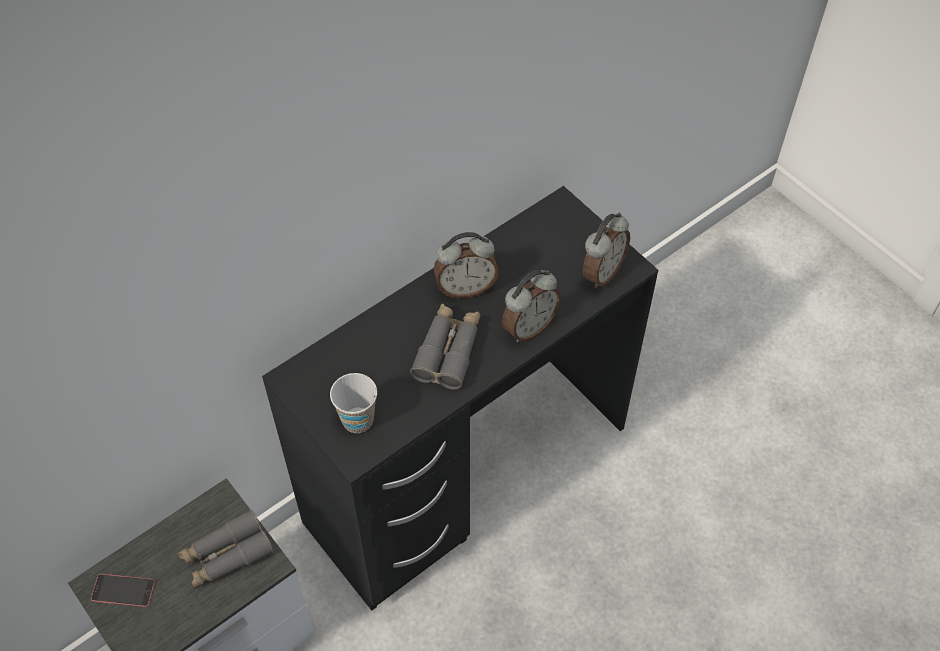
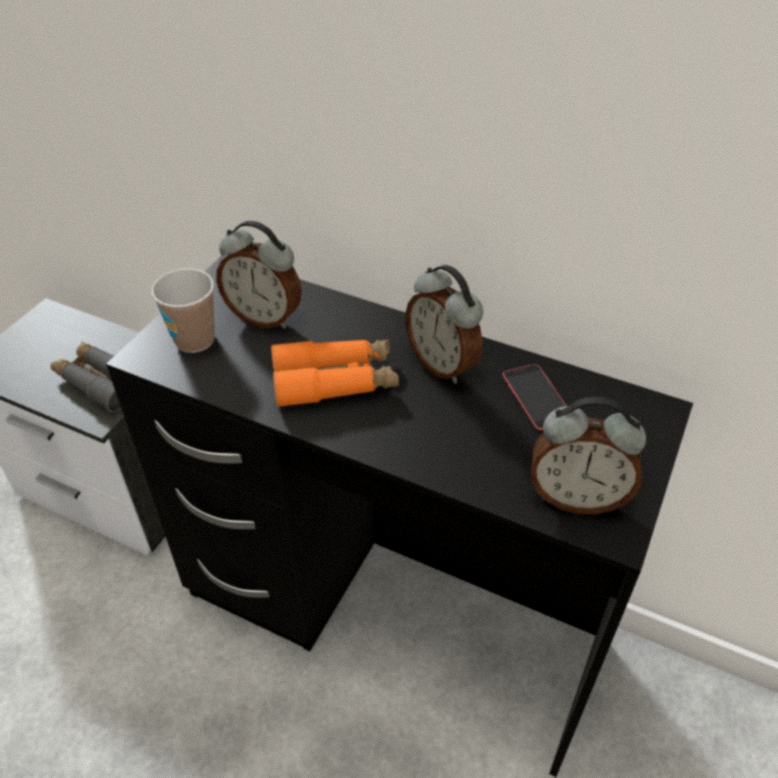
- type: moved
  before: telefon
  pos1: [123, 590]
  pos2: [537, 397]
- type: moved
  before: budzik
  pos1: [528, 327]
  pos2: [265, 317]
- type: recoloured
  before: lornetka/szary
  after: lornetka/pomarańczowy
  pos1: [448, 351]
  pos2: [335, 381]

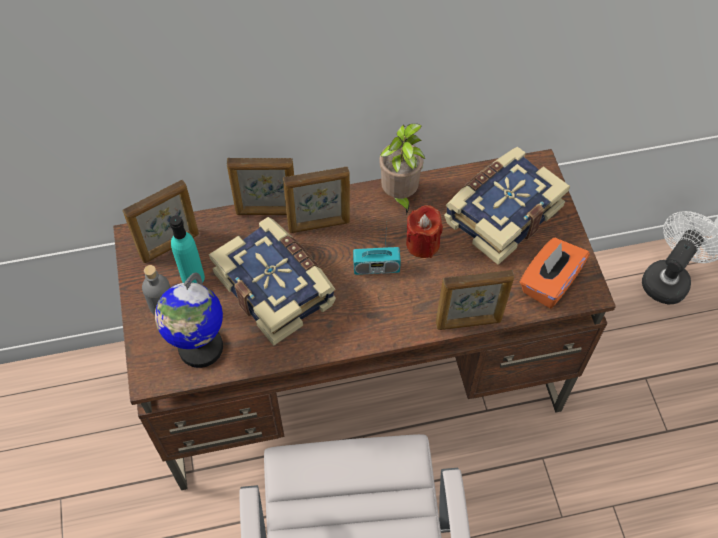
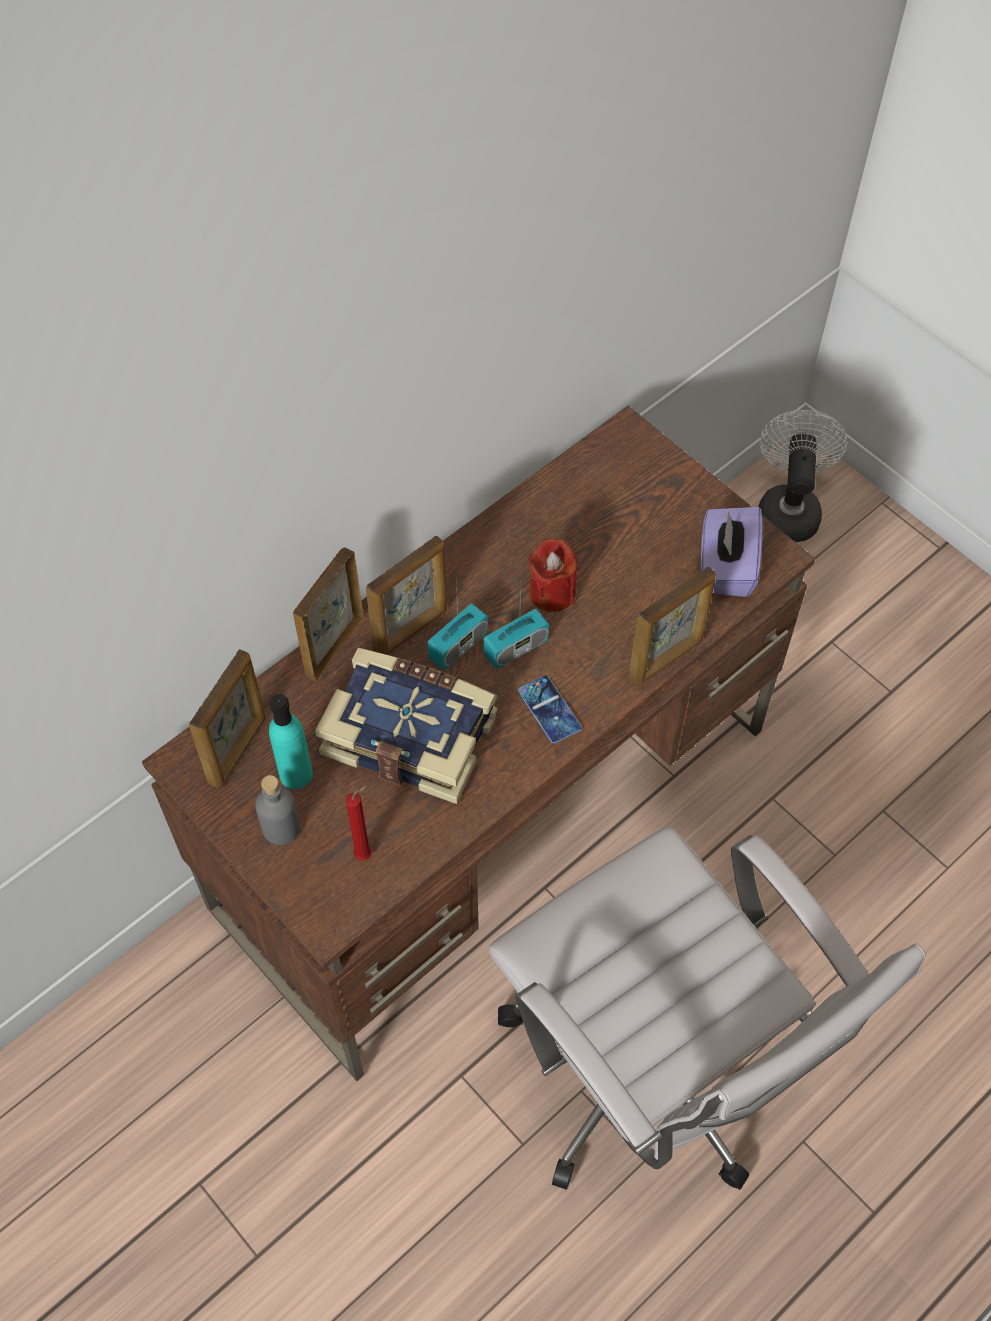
- type: removed
  before: roślina doniczkowa
  pos1: [399, 195]
- type: removed
  before: książka
  pos1: [501, 213]
- type: added
  after: radio
  pos2: [458, 646]
- type: added
  after: telefon
  pos2: [549, 709]
- type: replaced
  before: globus
  after: świeca/czerwony
  pos1: [200, 348]
  pos2: [366, 854]
- type: recoloured
  before: pudełko chusteczek/pomarańczowy
  after: pudełko chusteczek/fioletowy
  pos1: [549, 282]
  pos2: [726, 567]
- type: turned
  before: ramka na zdjęcie
  pos1: [266, 212]
  pos2: [333, 646]
  turn: 150

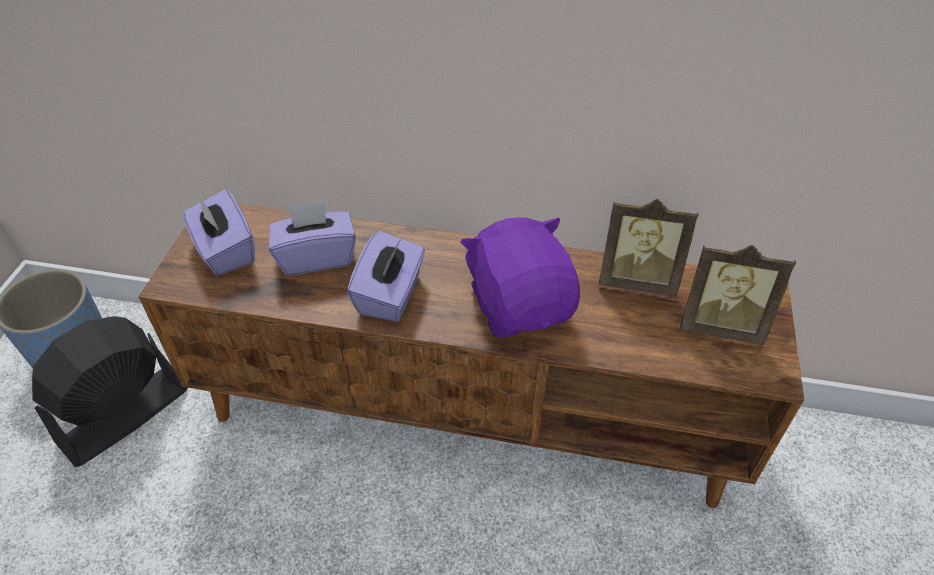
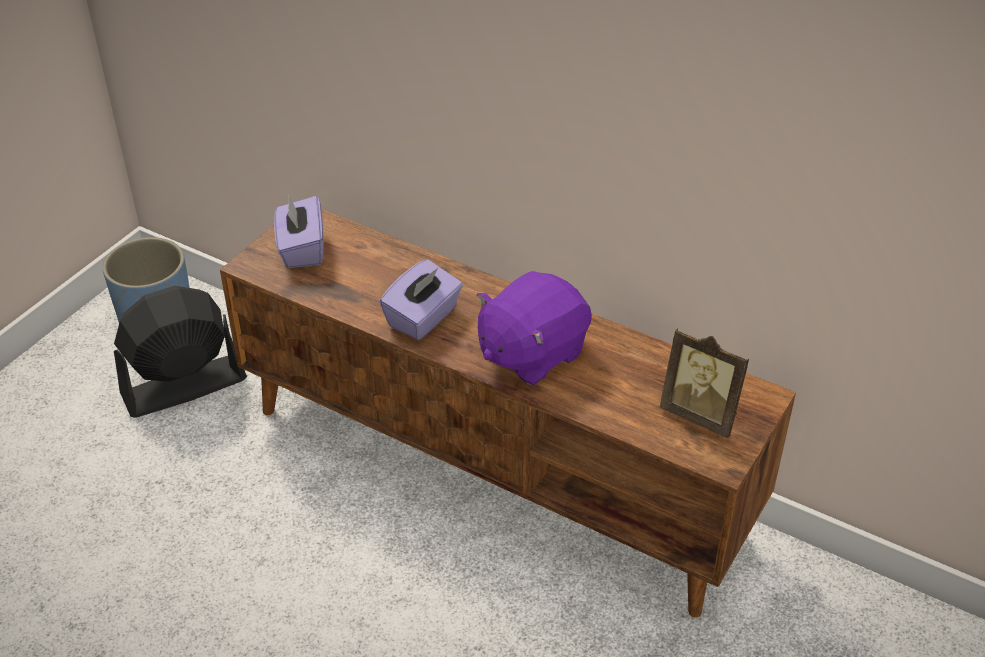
- type: removed
  before: pudełko chusteczek/fioletowy
  pos1: [316, 257]
- type: removed
  before: ramka na zdjęcie
  pos1: [637, 280]
- type: turned
  before: pluszak/fioletowy
  pos1: [520, 305]
  pos2: [531, 353]
  turn: -135

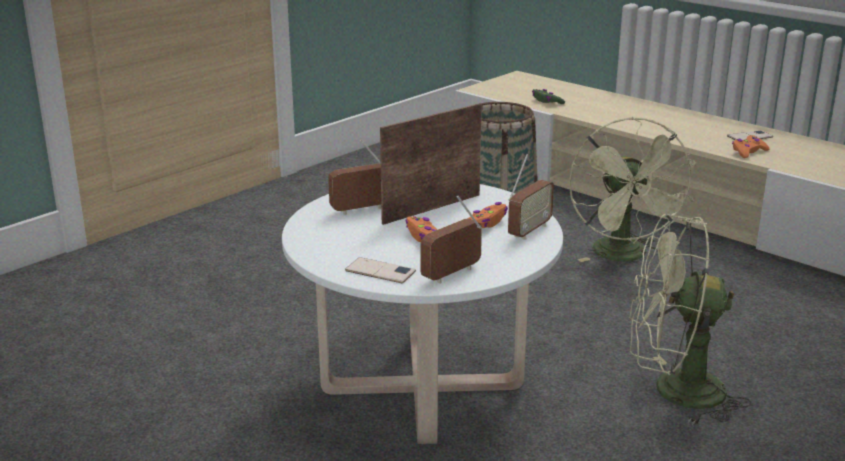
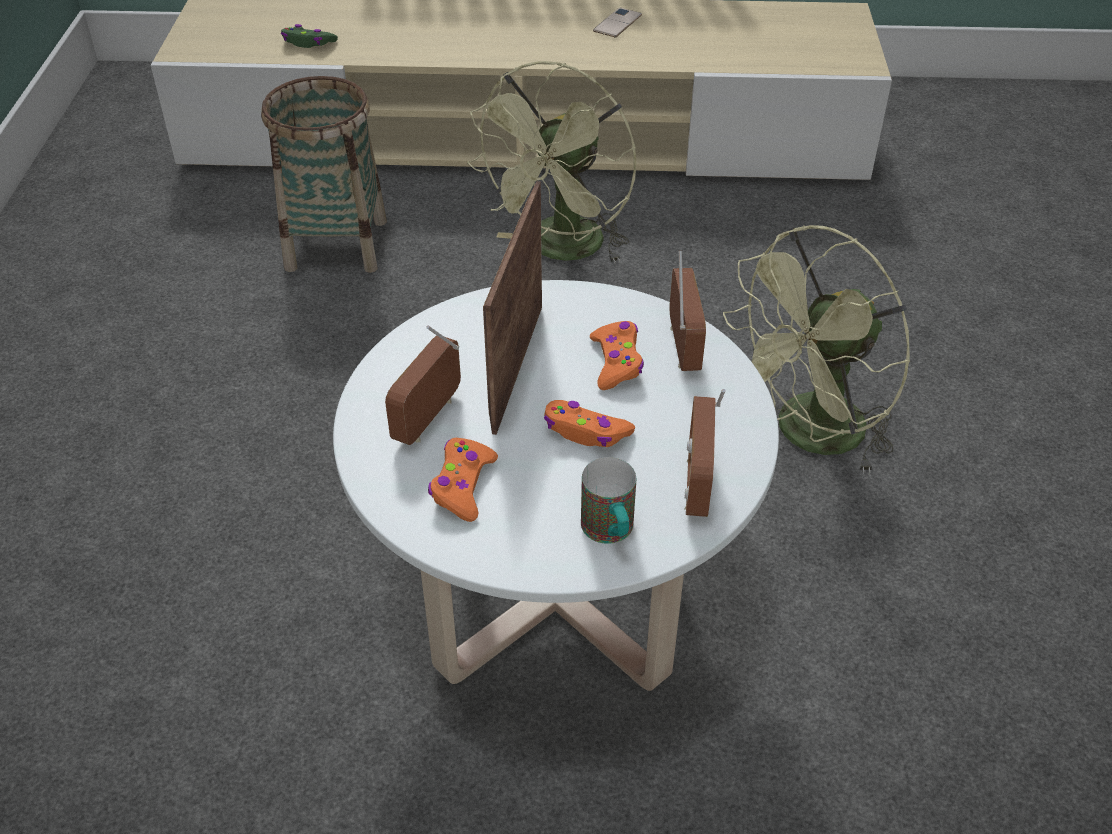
- type: moved
  before: pad do gier/pomarańczowy
  pos1: [748, 152]
  pos2: [462, 486]
- type: replaced
  before: telefon
  after: kubek
  pos1: [380, 271]
  pos2: [610, 533]
- type: turned
  before: wentylator/zielony
  pos1: [625, 256]
  pos2: [561, 250]
  turn: 75

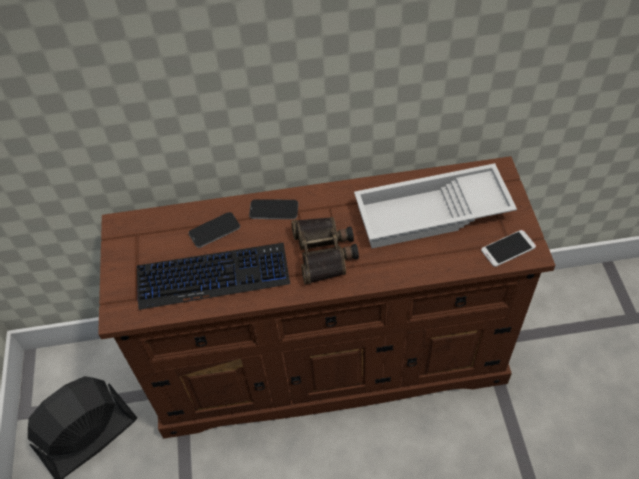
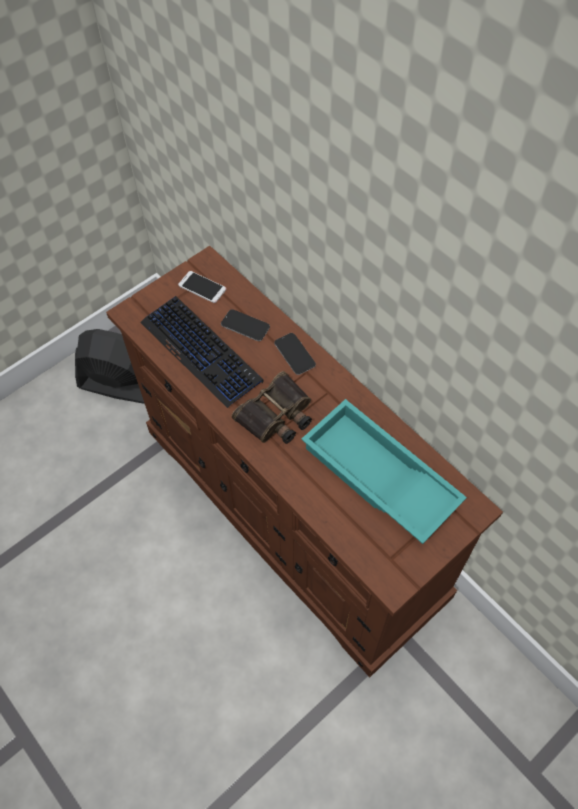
- type: moved
  before: telefon
  pos1: [508, 248]
  pos2: [202, 287]
- type: recoloured
  before: taca/biały
  after: taca/turkusowy
  pos1: [431, 214]
  pos2: [377, 477]

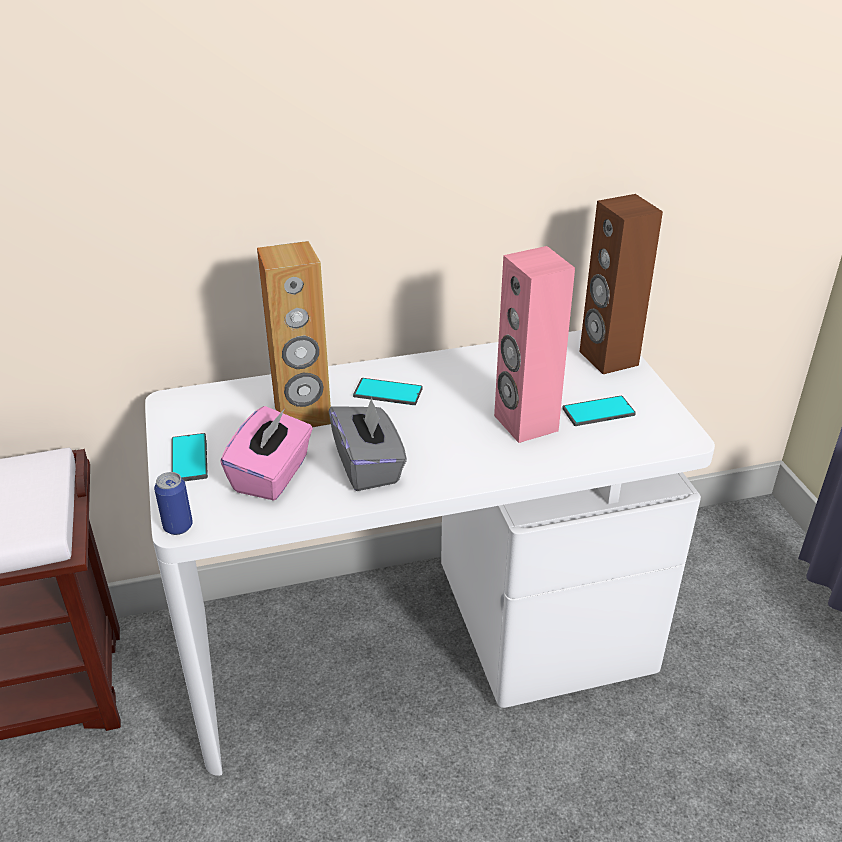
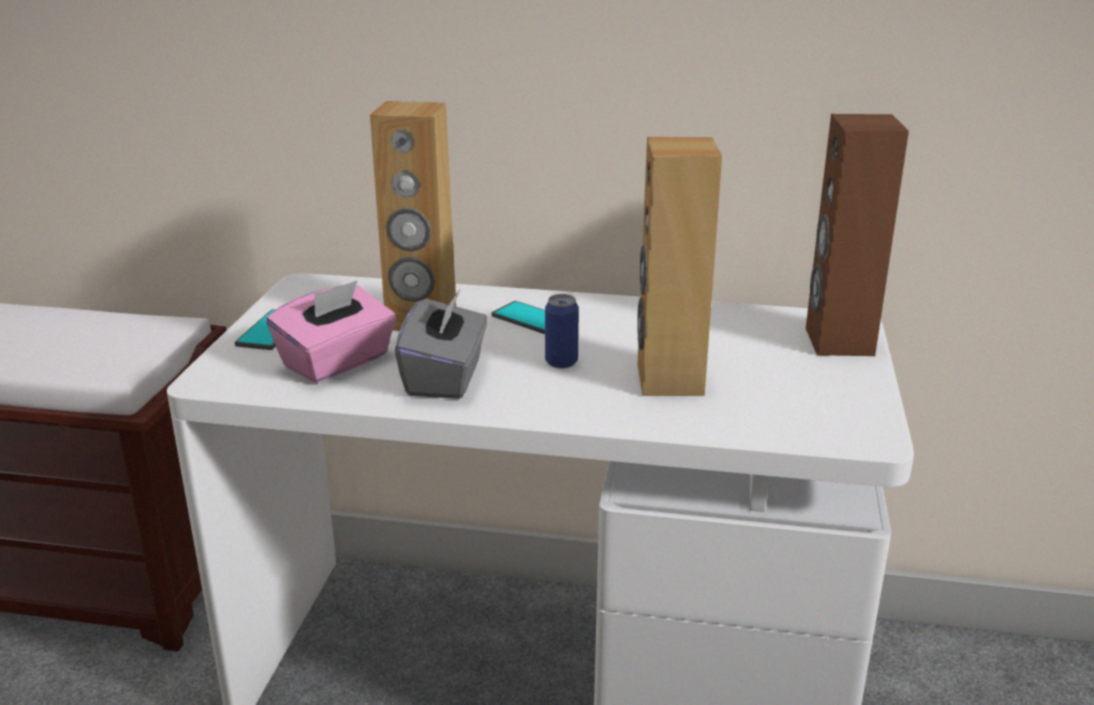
- type: removed
  before: telefon
  pos1: [598, 412]
- type: moved
  before: puszka
  pos1: [178, 526]
  pos2: [561, 362]
- type: recoloured
  before: głośnik/różowy
  after: głośnik/brązowy
  pos1: [525, 423]
  pos2: [668, 380]

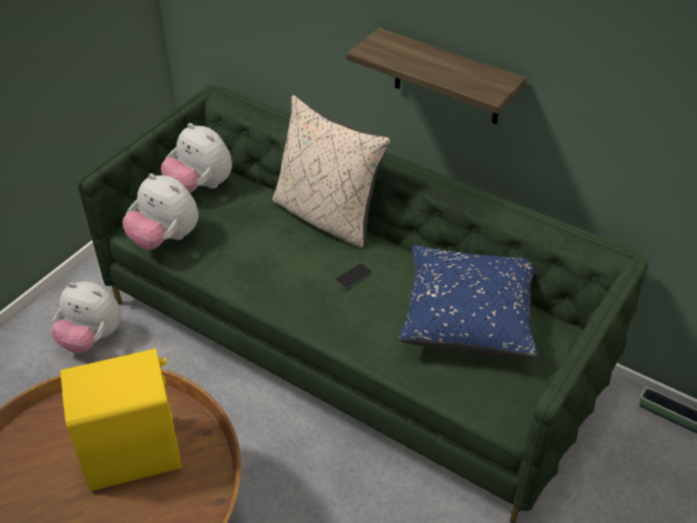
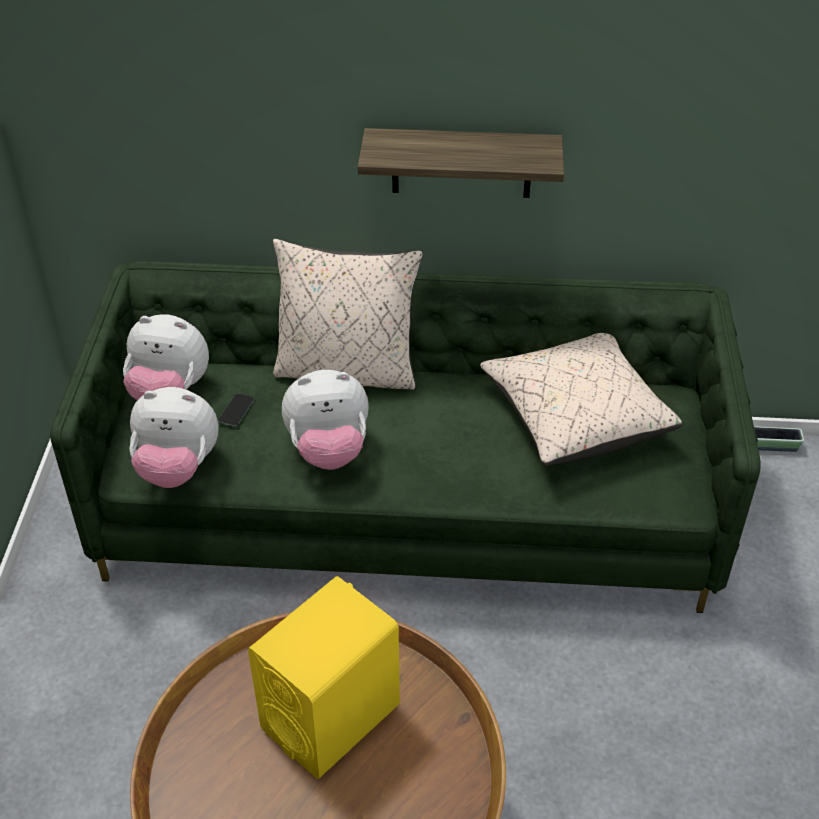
- type: moved
  before: pluszak
  pos1: [91, 338]
  pos2: [328, 450]
- type: moved
  before: telefon
  pos1: [353, 276]
  pos2: [236, 411]
- type: recoloured
  before: poduszka/niebieski
  after: poduszka/beżowy
  pos1: [468, 317]
  pos2: [576, 416]

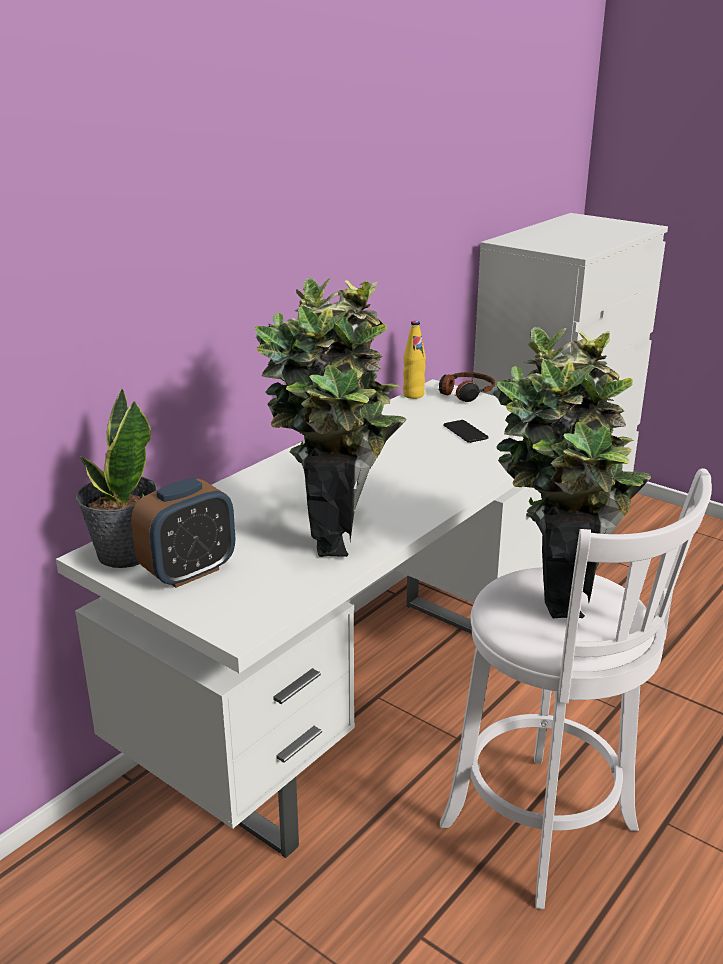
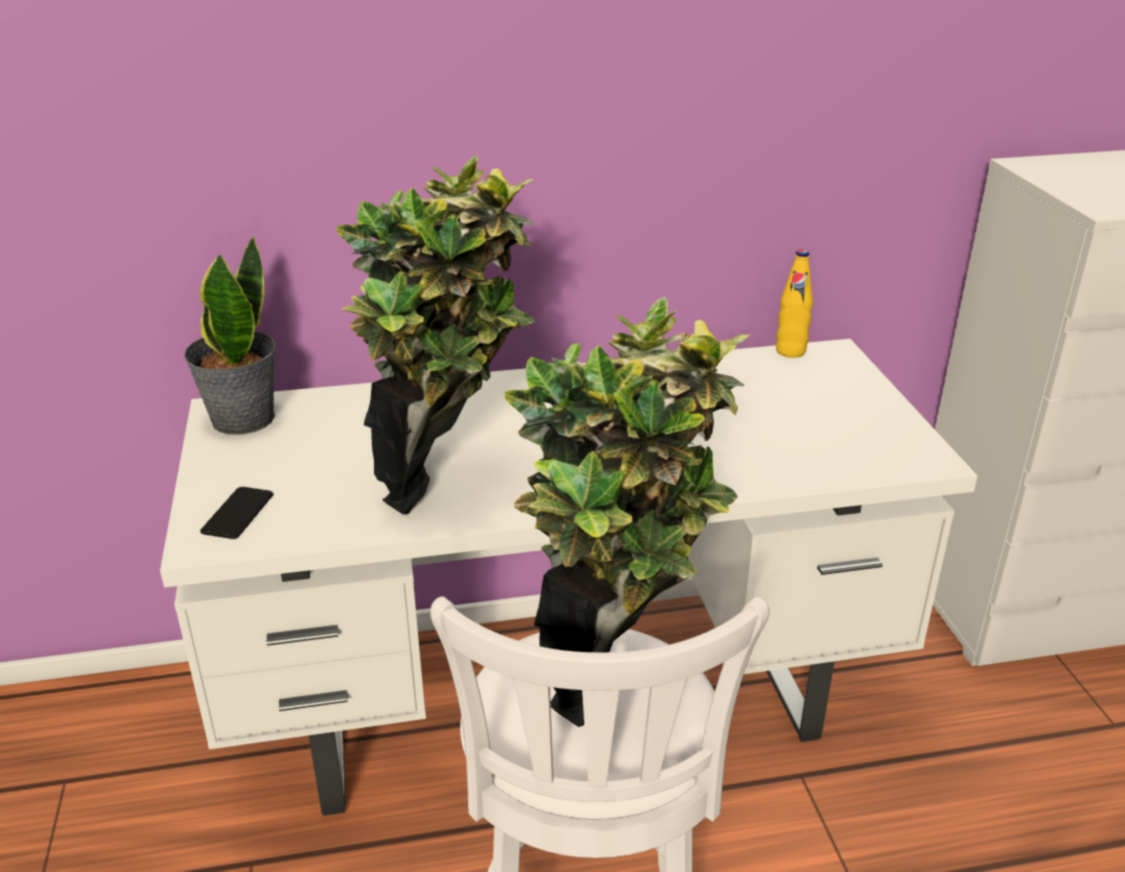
- type: removed
  before: budzik
  pos1: [188, 572]
- type: removed
  before: słuchawki
  pos1: [465, 394]
- type: moved
  before: telefon
  pos1: [465, 432]
  pos2: [238, 514]

